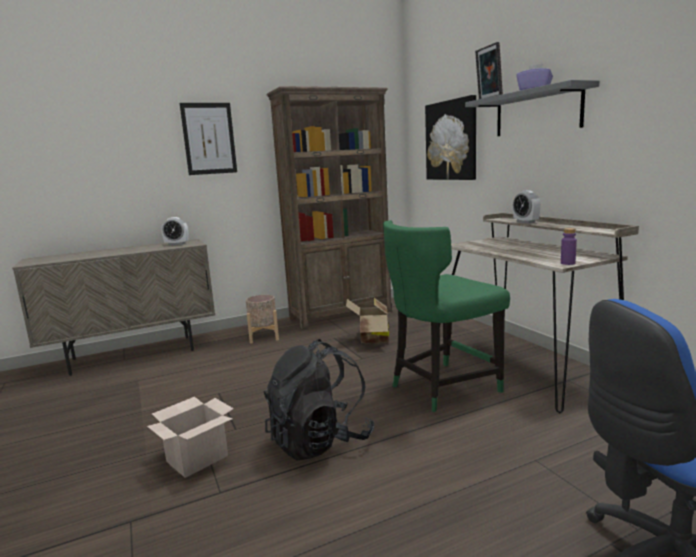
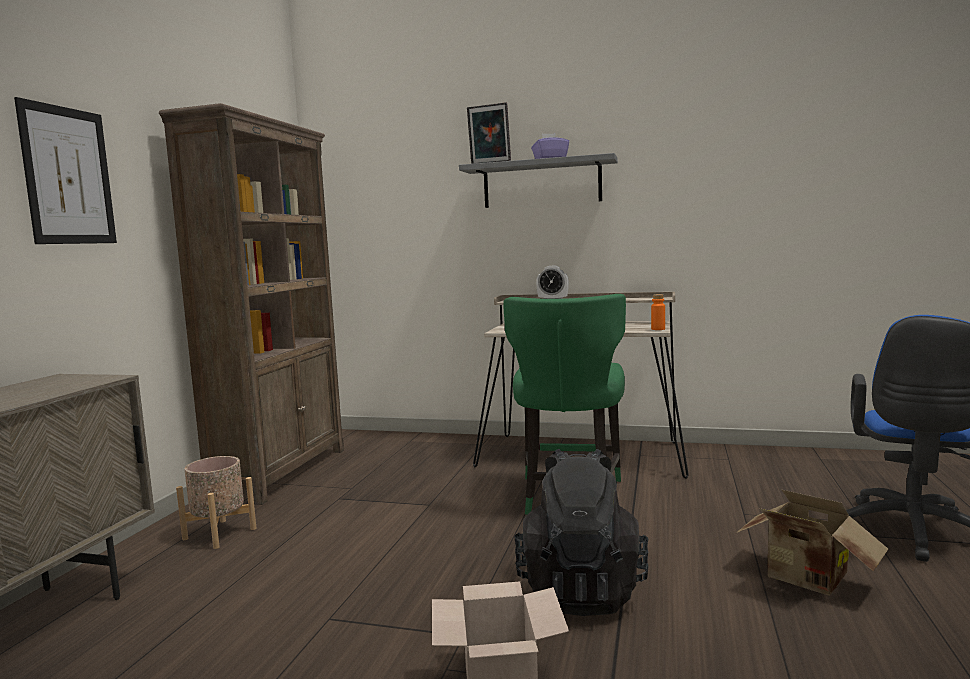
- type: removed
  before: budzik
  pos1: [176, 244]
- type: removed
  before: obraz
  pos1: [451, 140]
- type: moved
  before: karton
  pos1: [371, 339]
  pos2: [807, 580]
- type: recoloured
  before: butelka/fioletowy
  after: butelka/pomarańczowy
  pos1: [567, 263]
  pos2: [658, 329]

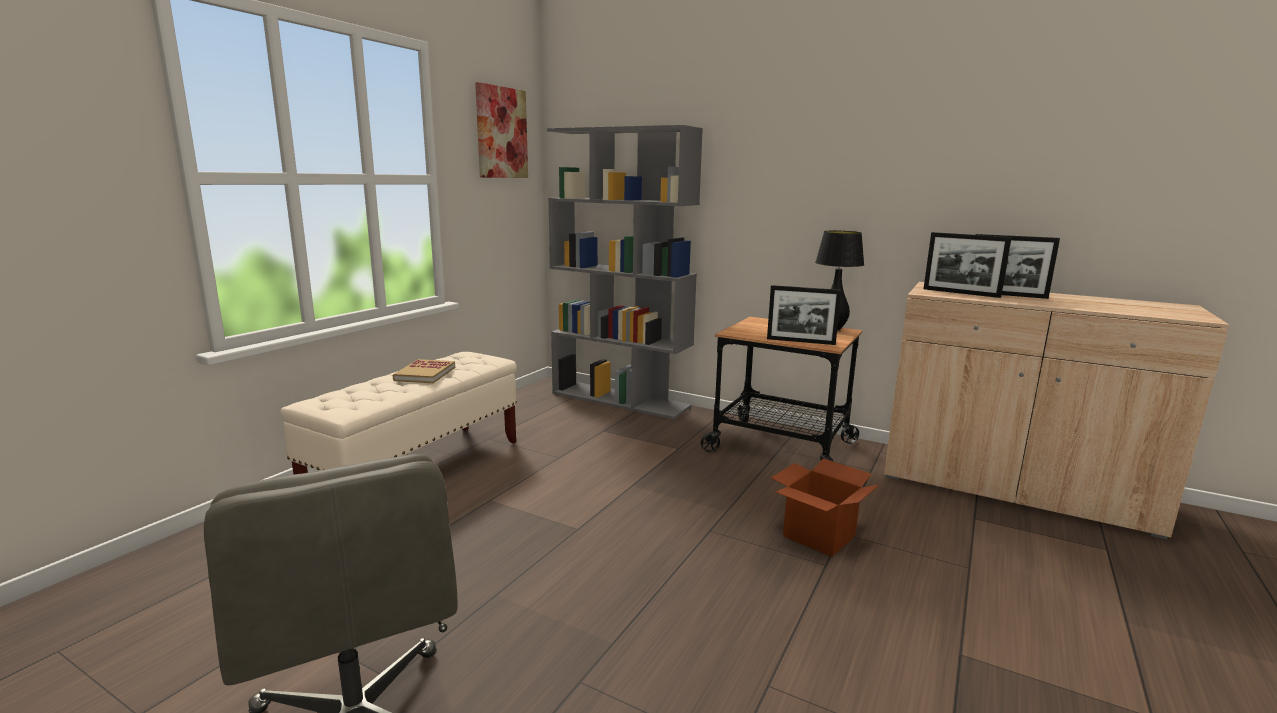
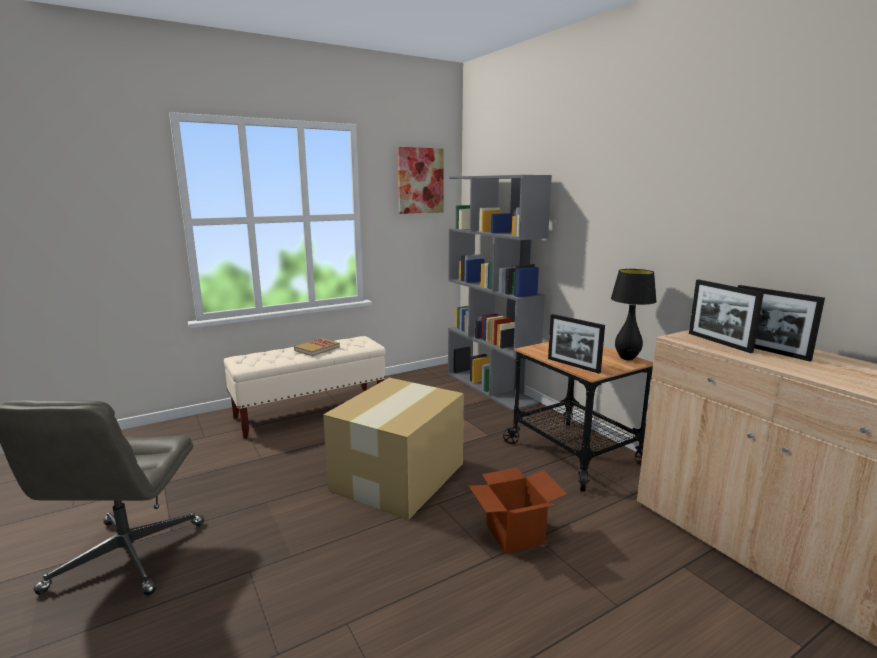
- type: added
  after: karton
  pos2: [400, 476]

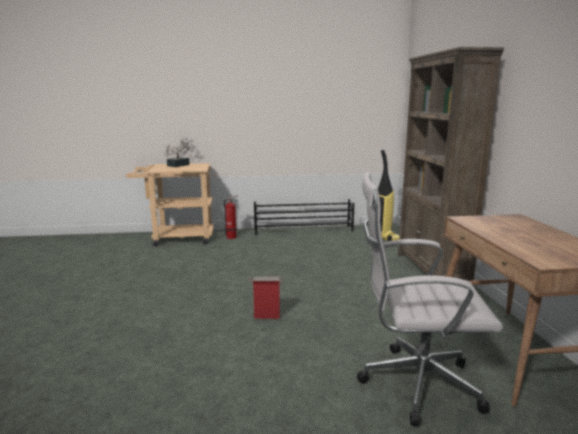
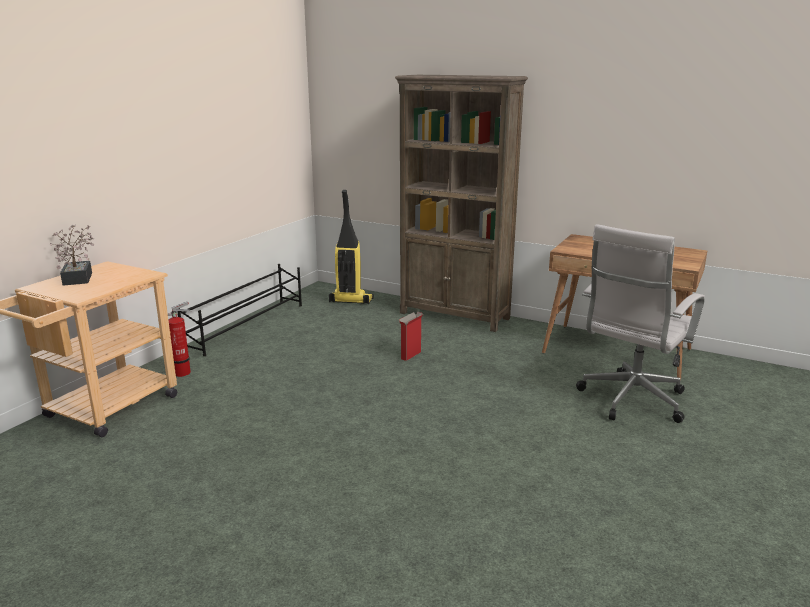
- type: moved
  before: karton
  pos1: [266, 317]
  pos2: [410, 355]

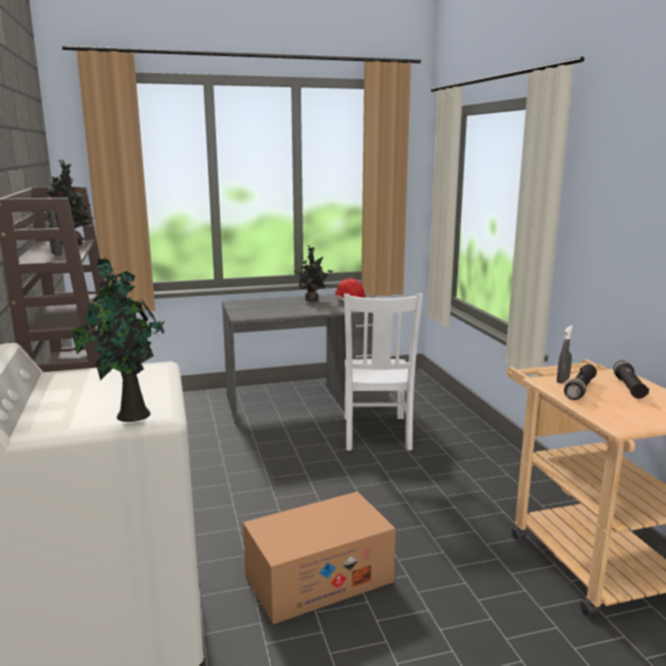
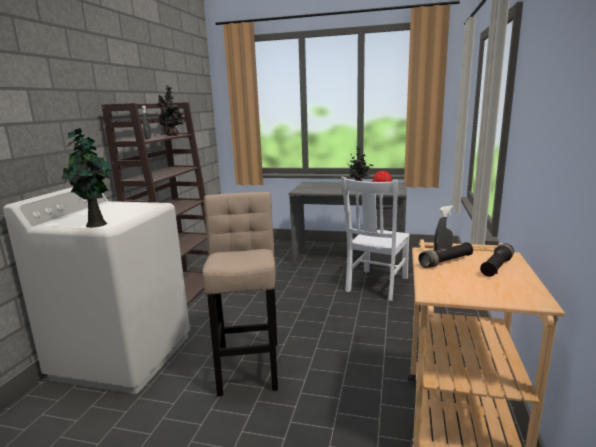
- type: replaced
  before: karton
  after: stołek/beżowy
  pos1: [318, 578]
  pos2: [249, 363]

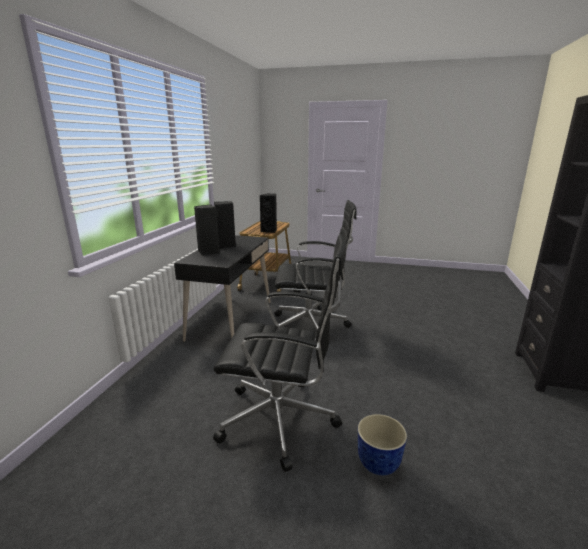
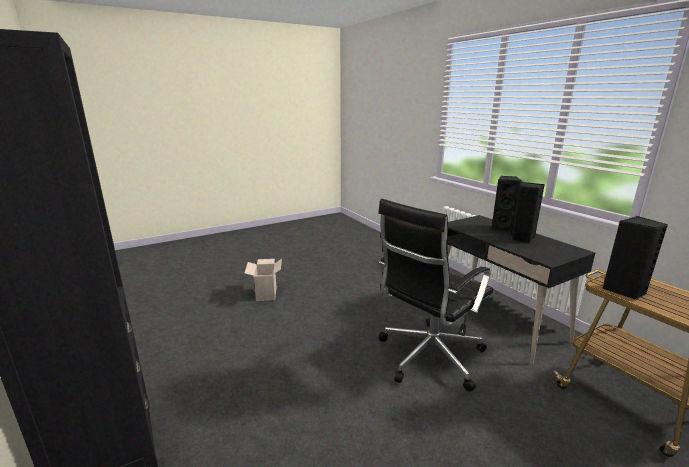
- type: removed
  before: krzesło biurowe/czarny
  pos1: [282, 420]
- type: replaced
  before: donica
  after: karton
  pos1: [378, 464]
  pos2: [265, 294]

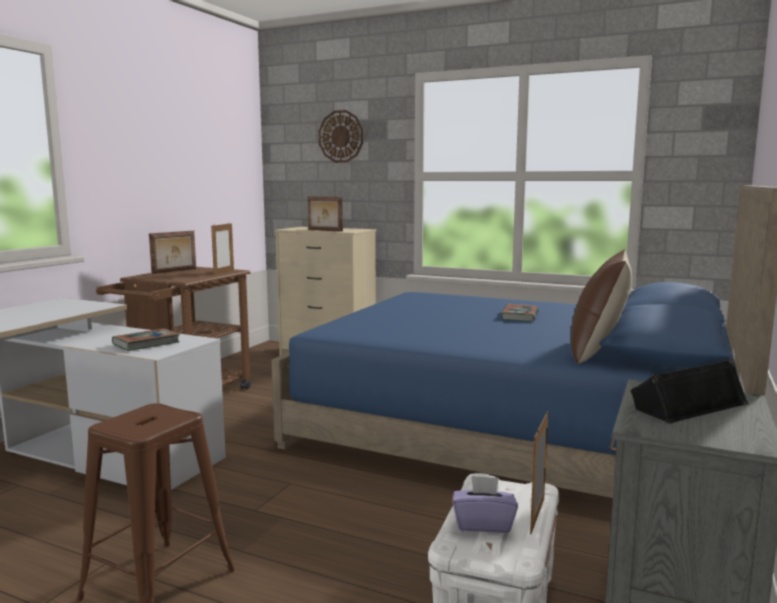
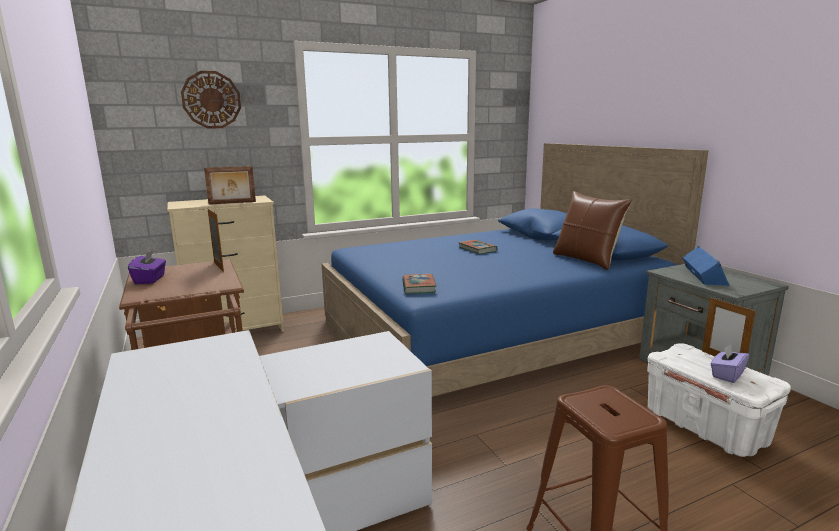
- type: moved
  before: książka
  pos1: [146, 343]
  pos2: [418, 287]
- type: replaced
  before: ramka na zdjęcie
  after: pudełko chusteczek/fioletowy
  pos1: [175, 271]
  pos2: [150, 279]
- type: recoloured
  before: głośnik/czarny
  after: głośnik/niebieski
  pos1: [687, 405]
  pos2: [702, 275]

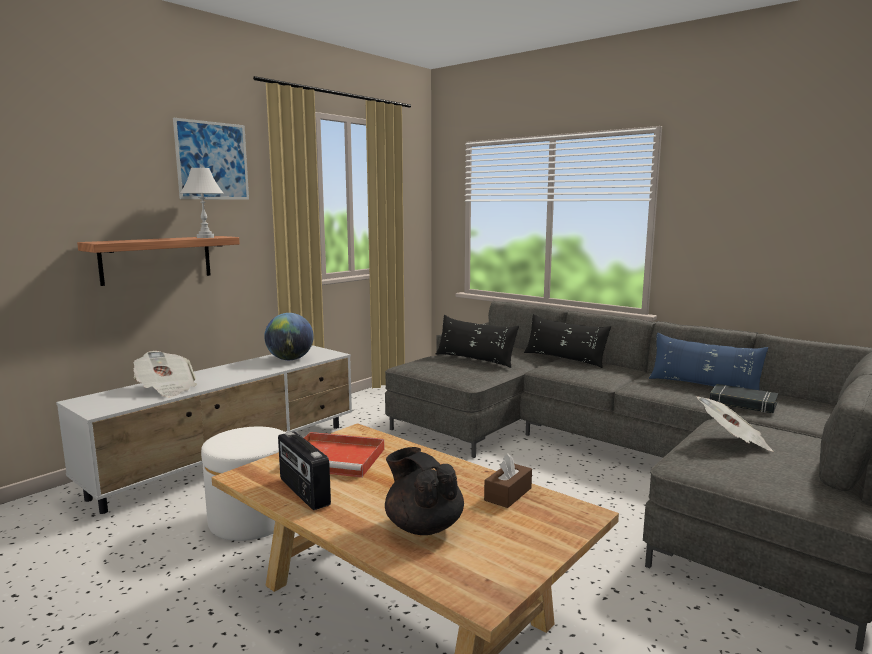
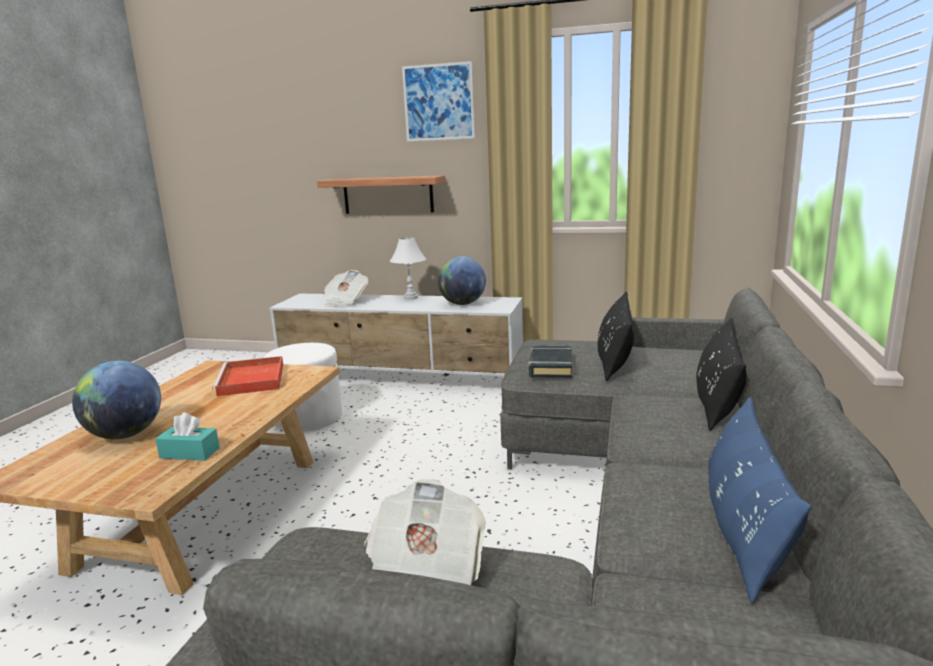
- type: removed
  before: radio
  pos1: [303, 492]
- type: moved
  before: lampa stołowa/biały
  pos1: [205, 237]
  pos2: [410, 298]
- type: moved
  before: książka/czarny
  pos1: [743, 403]
  pos2: [550, 366]
- type: replaced
  before: imbryk/czarny
  after: globus
  pos1: [423, 526]
  pos2: [125, 435]
- type: recoloured
  before: pudełko chusteczek/brązowy
  after: pudełko chusteczek/turkusowy
  pos1: [508, 494]
  pos2: [189, 453]

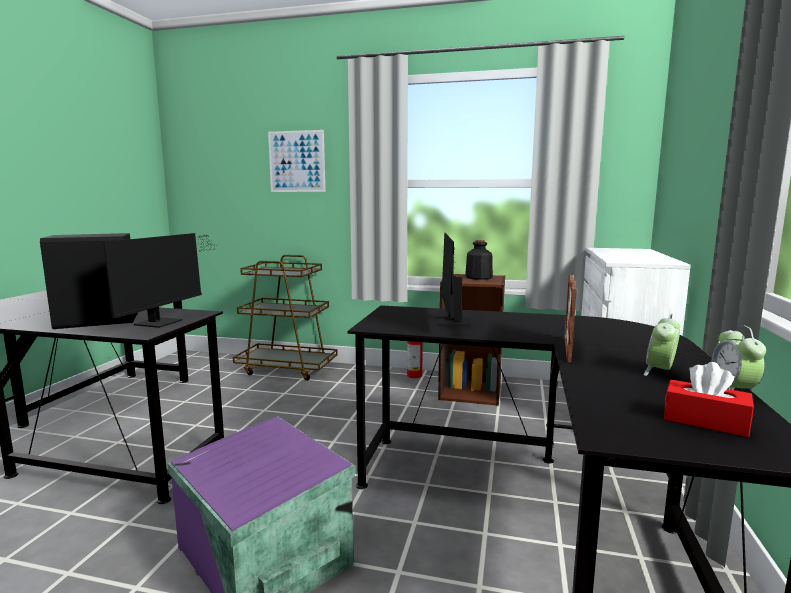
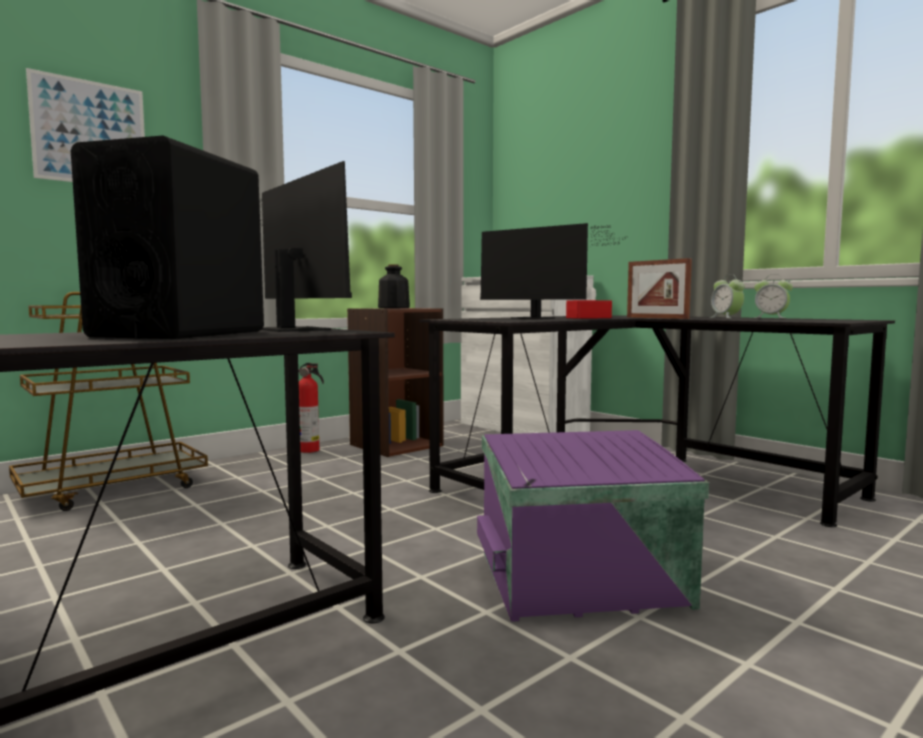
- type: moved
  before: pudełko chusteczek/czerwony
  pos1: [705, 421]
  pos2: [588, 318]

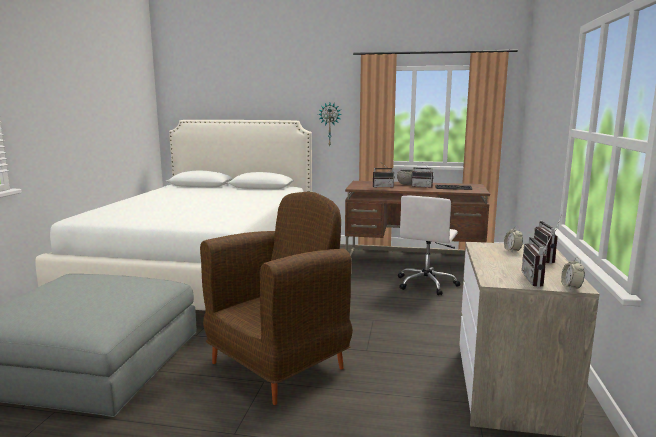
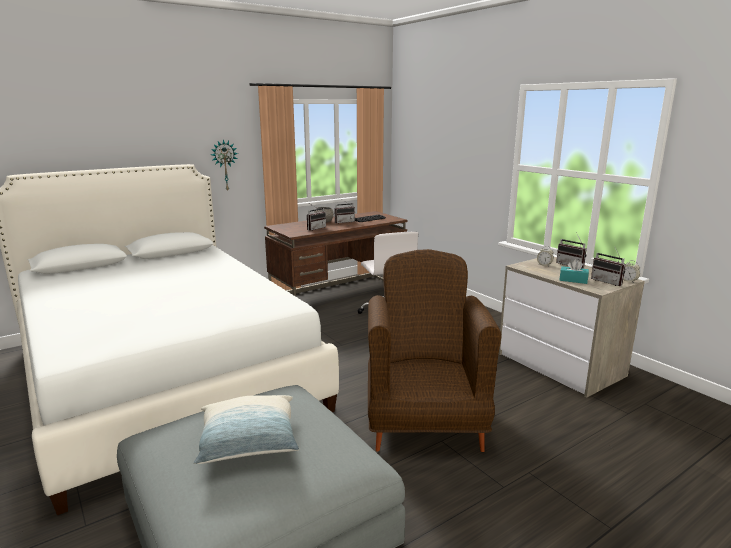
- type: added
  after: poduszka
  pos2: [249, 443]
- type: added
  after: pudełko chusteczek/turkusowy
  pos2: [573, 280]

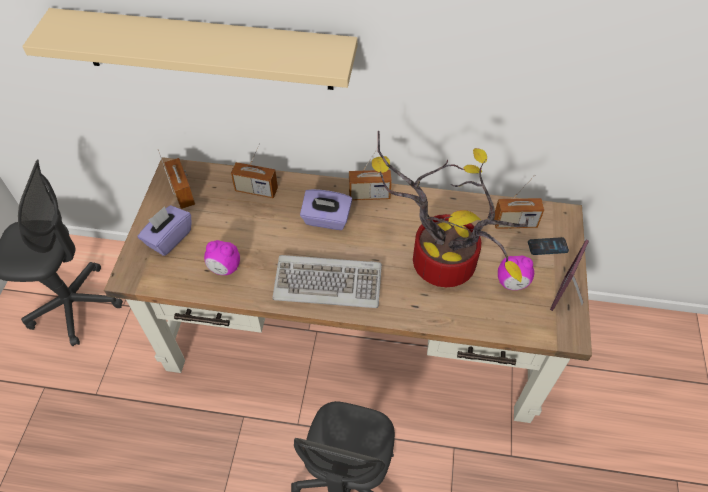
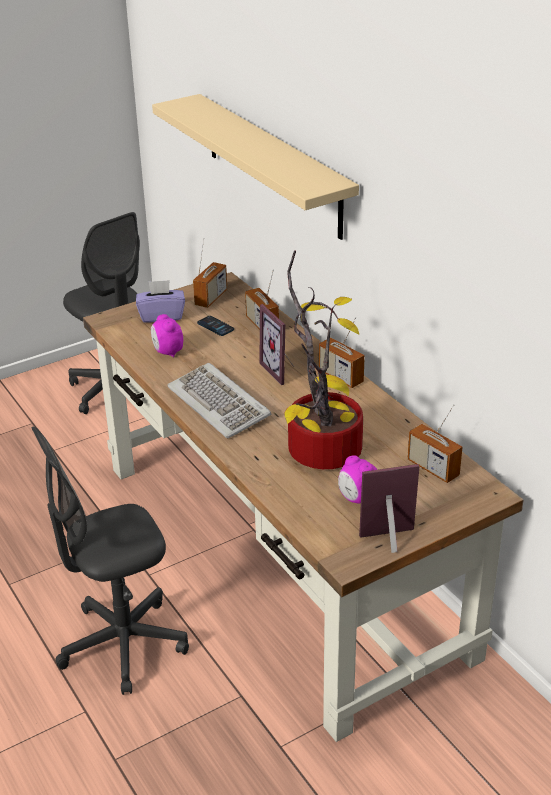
- type: moved
  before: telefon
  pos1: [547, 246]
  pos2: [215, 326]
- type: replaced
  before: pudełko chusteczek/fioletowy
  after: ramka na zdjęcie
  pos1: [326, 219]
  pos2: [281, 370]

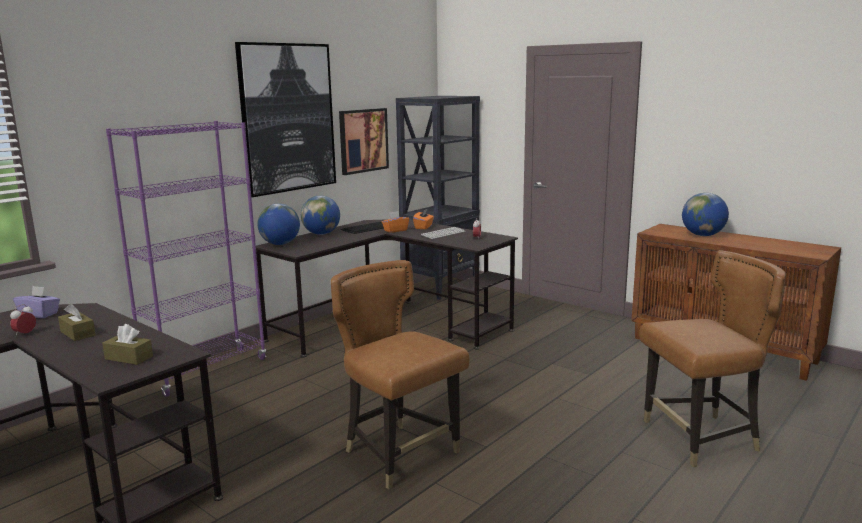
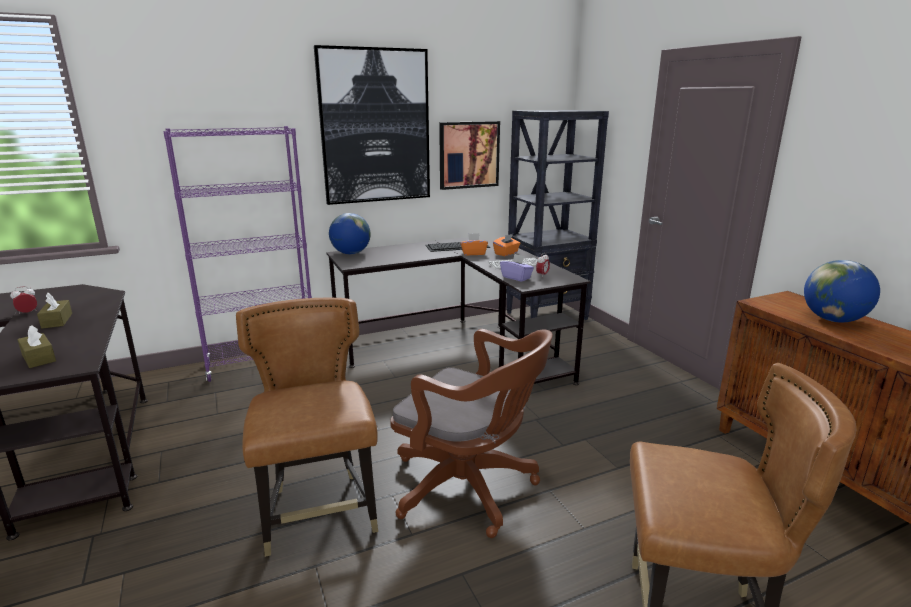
- type: removed
  before: globus
  pos1: [321, 234]
- type: added
  after: krzesło biurowe/brązowy
  pos2: [470, 488]
- type: moved
  before: pudełko chusteczek/fioletowy
  pos1: [39, 314]
  pos2: [516, 277]

